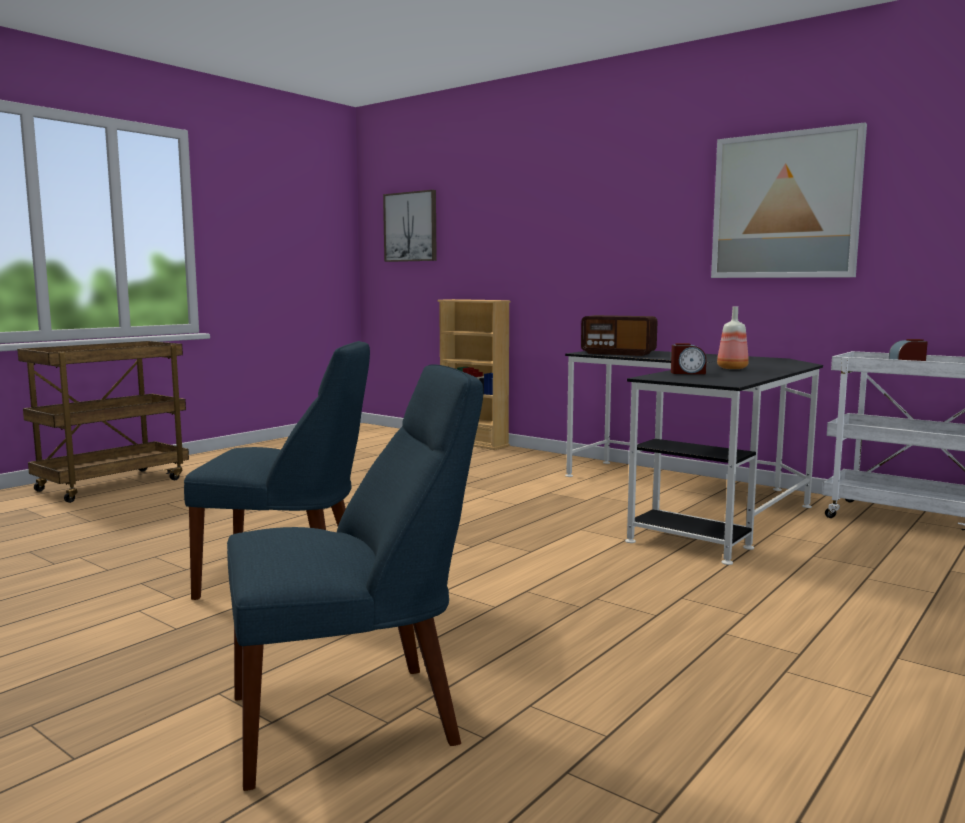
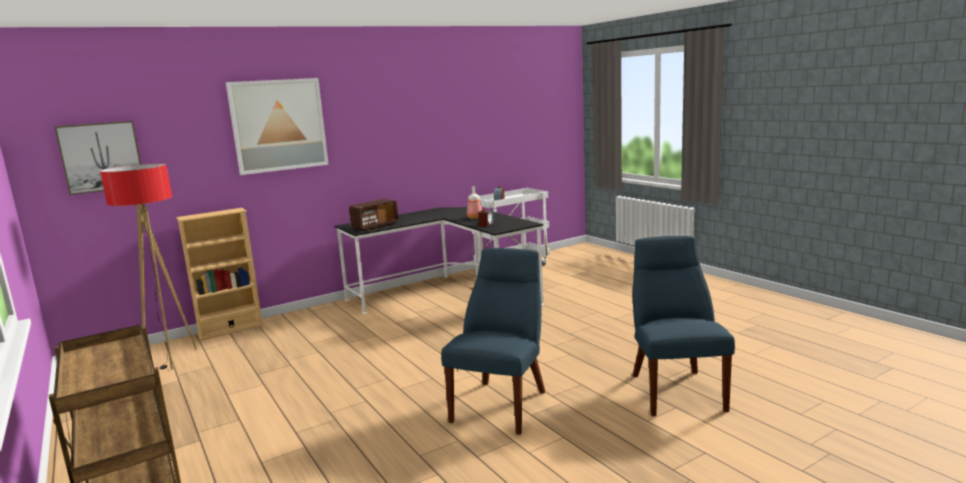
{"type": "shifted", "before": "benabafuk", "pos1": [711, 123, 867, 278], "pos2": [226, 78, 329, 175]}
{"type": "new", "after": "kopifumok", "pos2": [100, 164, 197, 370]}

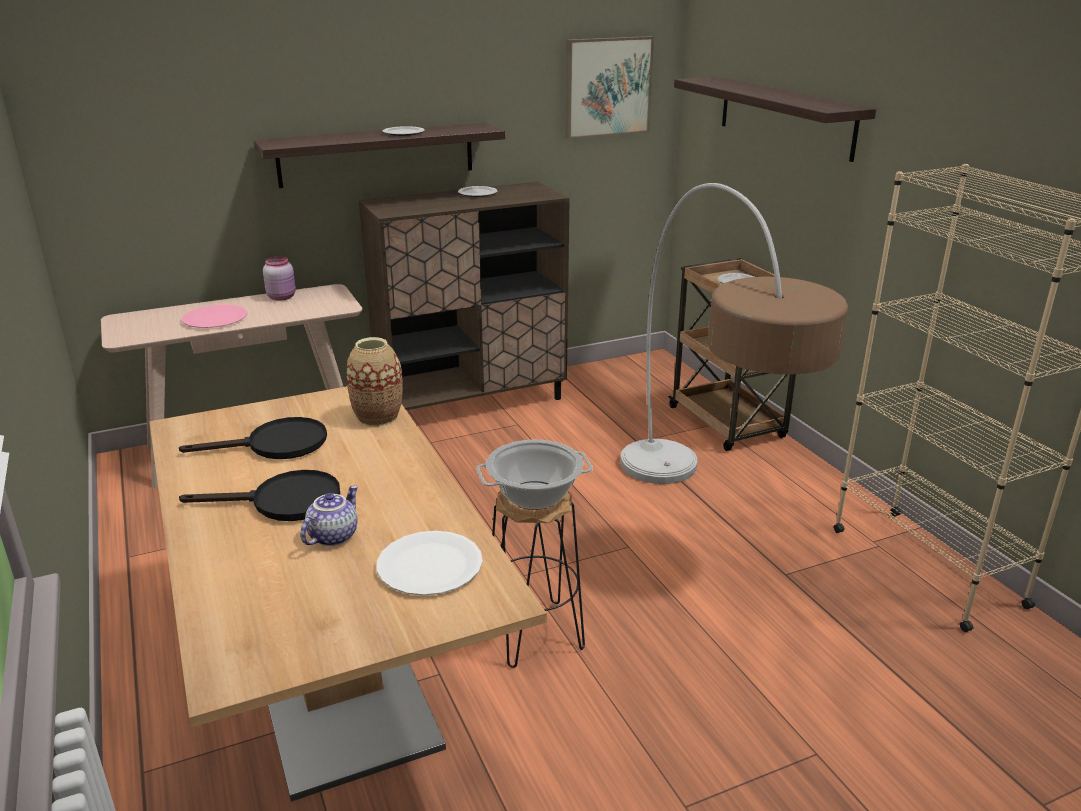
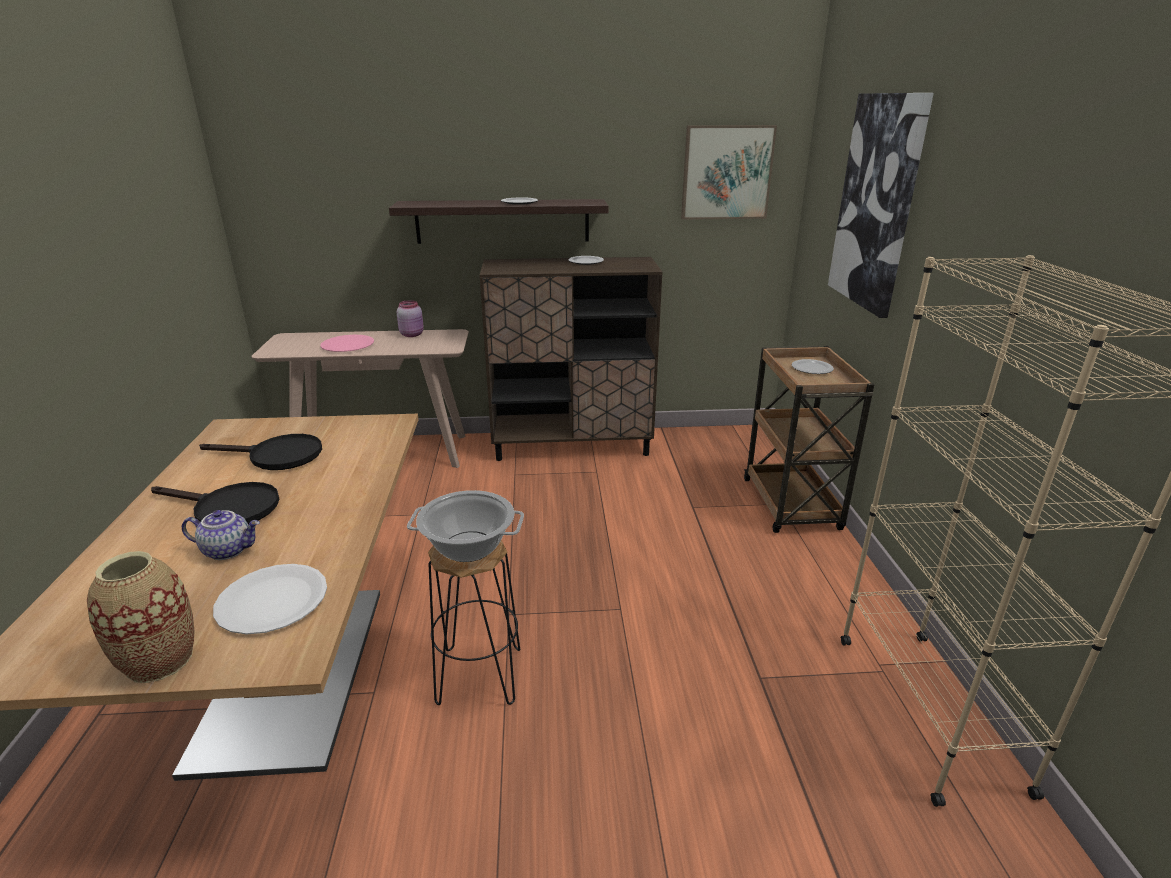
{"type": "swapped", "before": "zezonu", "after": "benabafuk", "pos1": [674, 77, 876, 162], "pos2": [828, 93, 934, 318]}
{"type": "gone", "before": "kopifumok", "pos1": [620, 183, 848, 484]}
{"type": "shifted", "before": "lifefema", "pos1": [346, 337, 403, 426], "pos2": [87, 551, 195, 683]}
{"type": "rotated", "before": "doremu", "pos1": [300, 485, 358, 546], "pos2": [182, 510, 260, 560], "turn": 45}

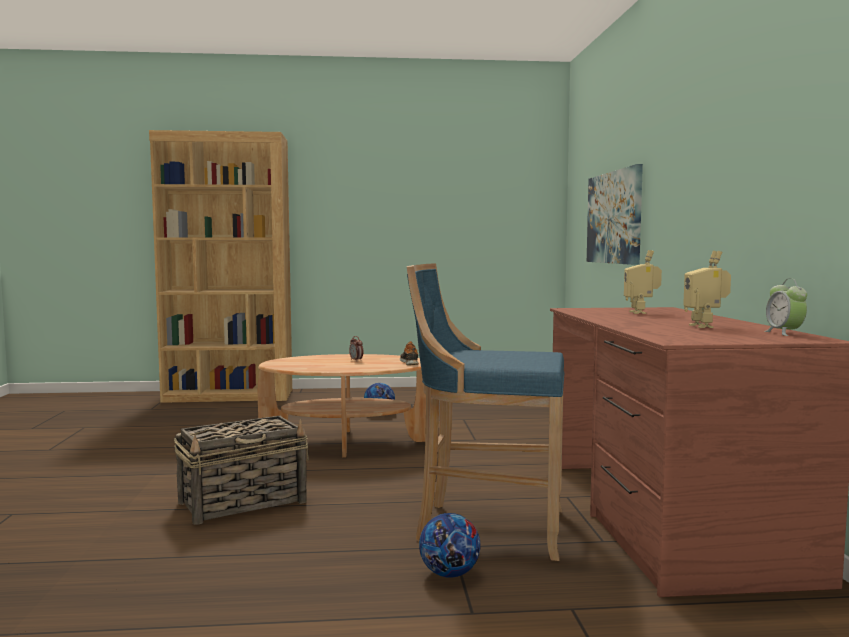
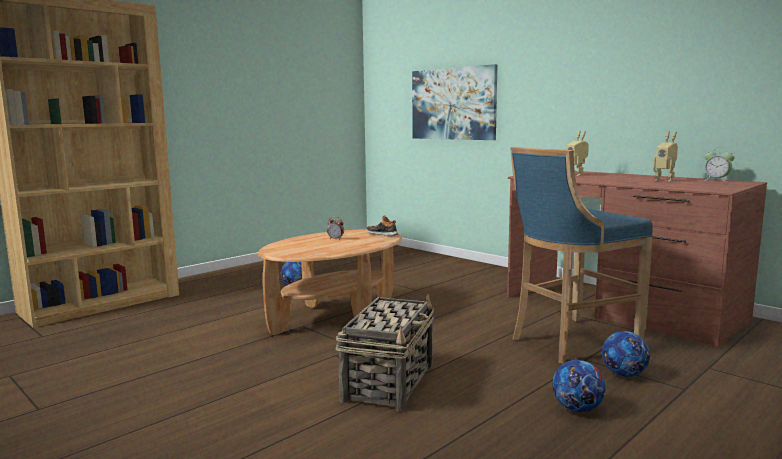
{"type": "new", "after": "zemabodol", "pos2": [553, 360, 606, 412]}

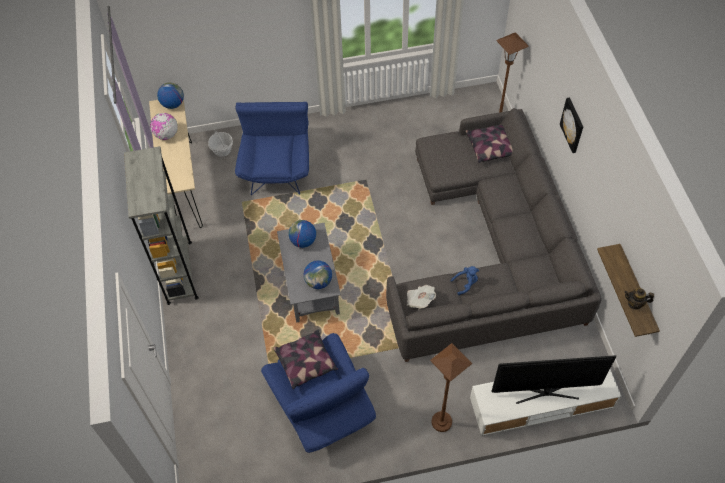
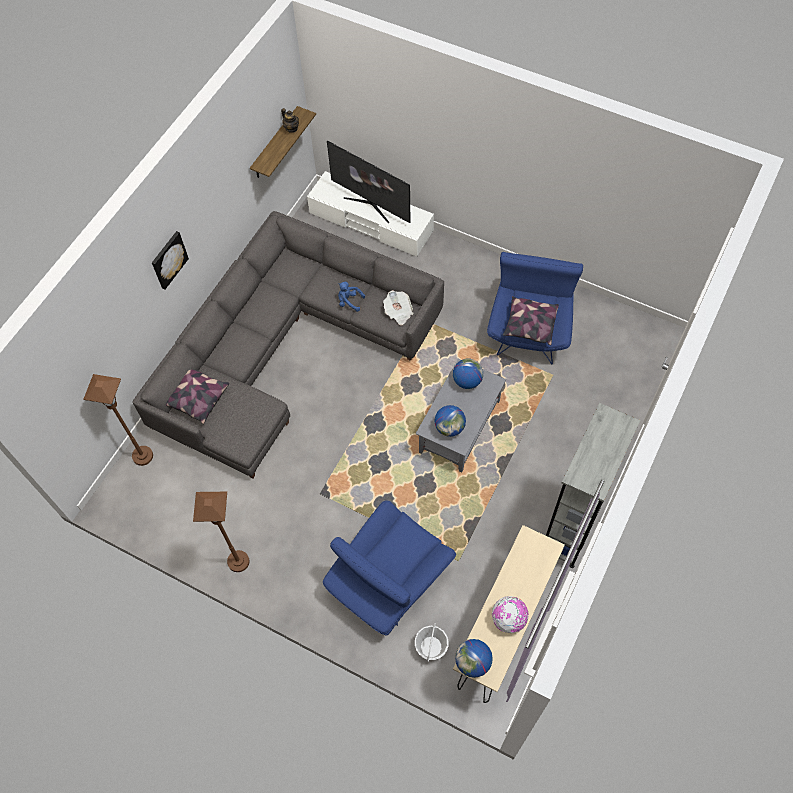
{"type": "shifted", "before": "brown_kopifumok", "pos1": [430, 343, 472, 432], "pos2": [193, 492, 249, 572]}

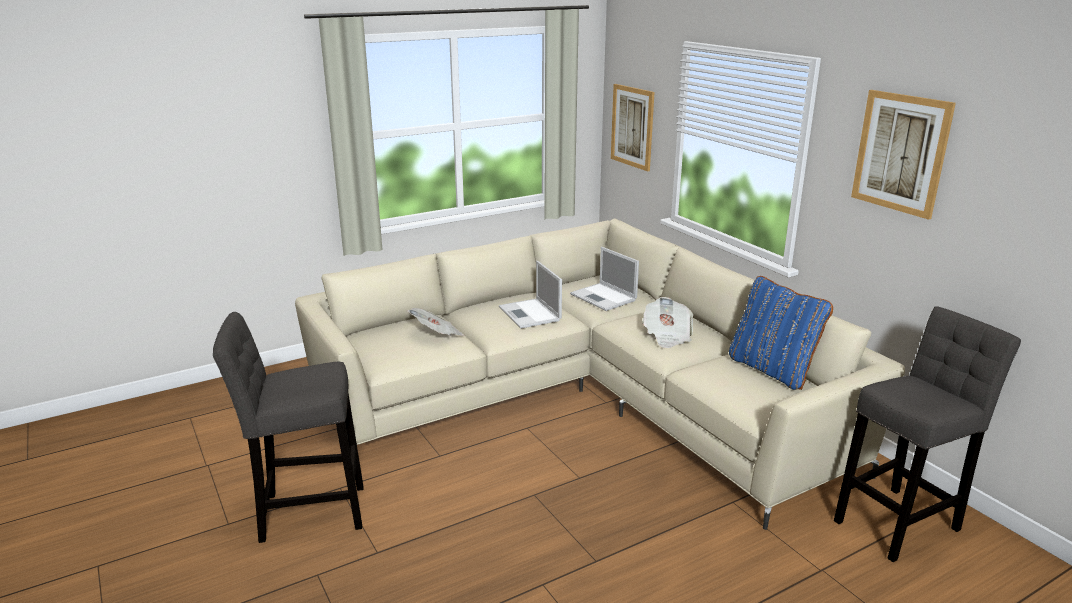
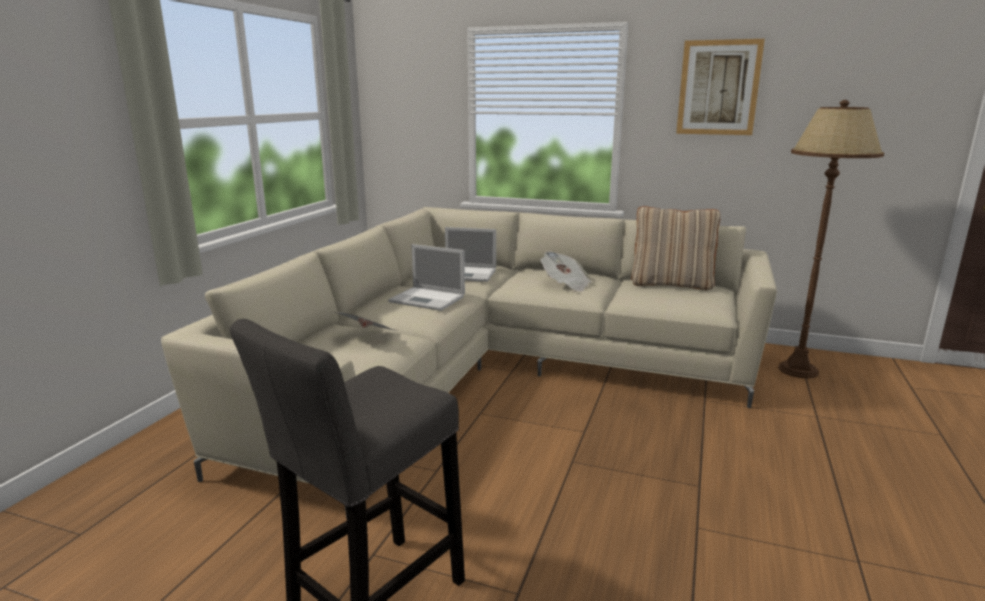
{"type": "gone", "before": "benabafuk", "pos1": [611, 84, 655, 171]}
{"type": "repainted", "before": "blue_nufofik", "after": "beige_nufofik", "pos1": [729, 276, 833, 390], "pos2": [631, 206, 721, 290]}
{"type": "swapped", "before": "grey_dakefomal", "after": "brown_kopifumok", "pos1": [834, 306, 1021, 562], "pos2": [778, 100, 884, 378]}

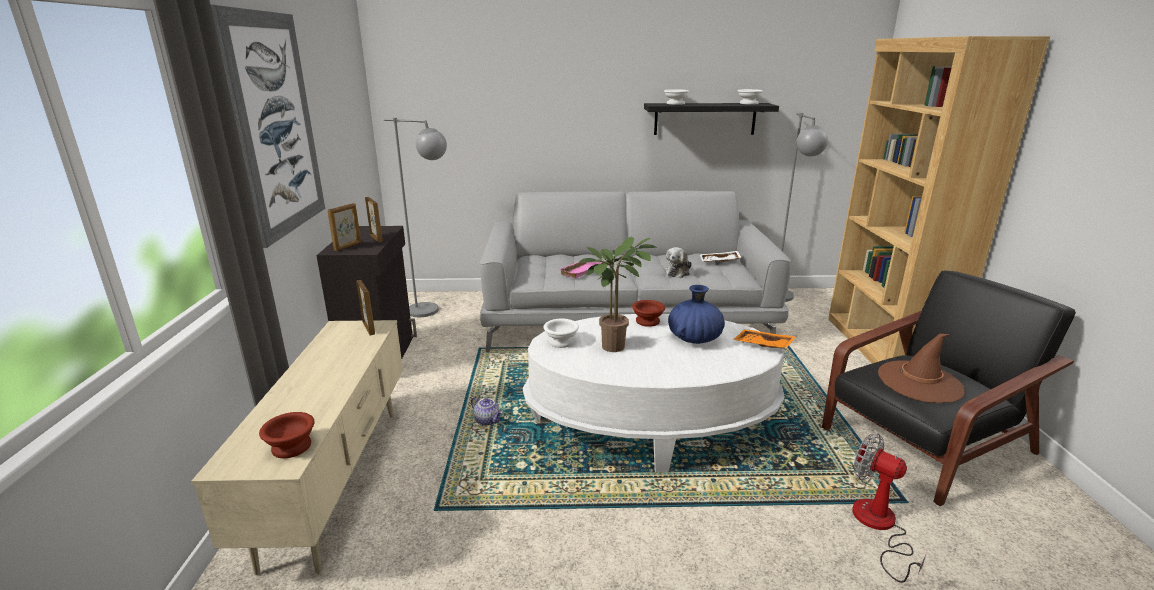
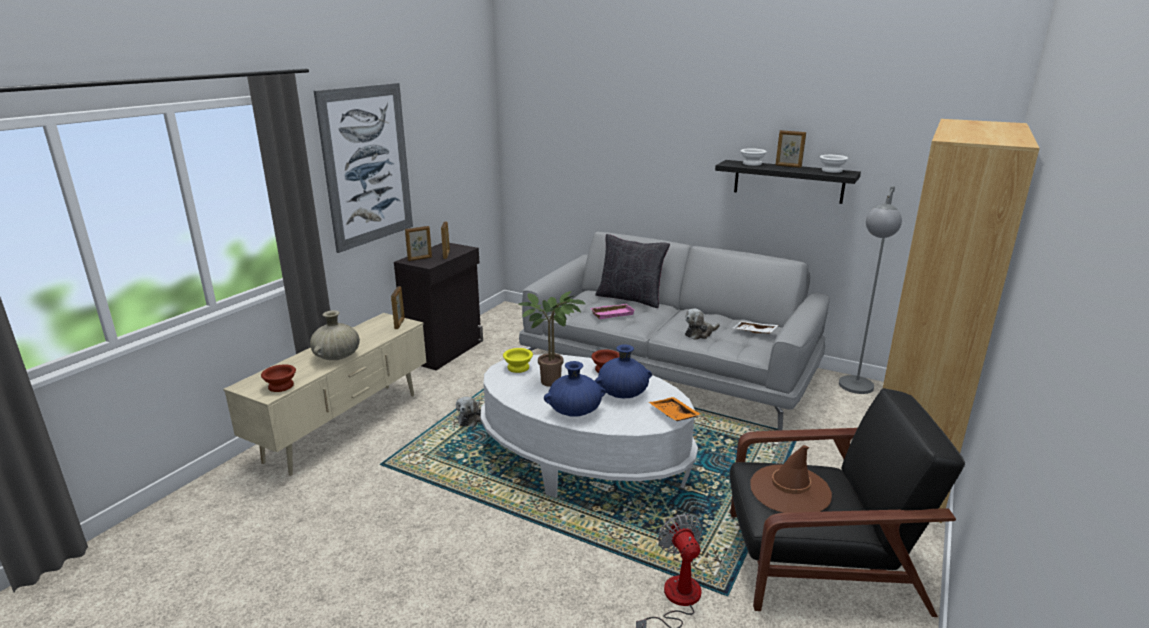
{"type": "gone", "before": "grey_kopifumok", "pos1": [384, 118, 447, 317]}
{"type": "repainted", "before": "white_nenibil", "after": "yellow_nenibil", "pos1": [543, 319, 579, 348], "pos2": [503, 348, 533, 373]}
{"type": "swapped", "before": "doremu", "after": "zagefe", "pos1": [471, 397, 502, 425], "pos2": [456, 396, 481, 427]}
{"type": "new", "after": "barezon", "pos2": [776, 130, 806, 168]}
{"type": "new", "after": "black_nufofik", "pos2": [595, 234, 670, 308]}
{"type": "new", "after": "beige_lifefema", "pos2": [310, 310, 360, 360]}
{"type": "new", "after": "blue_lifefema", "pos2": [544, 361, 606, 417]}

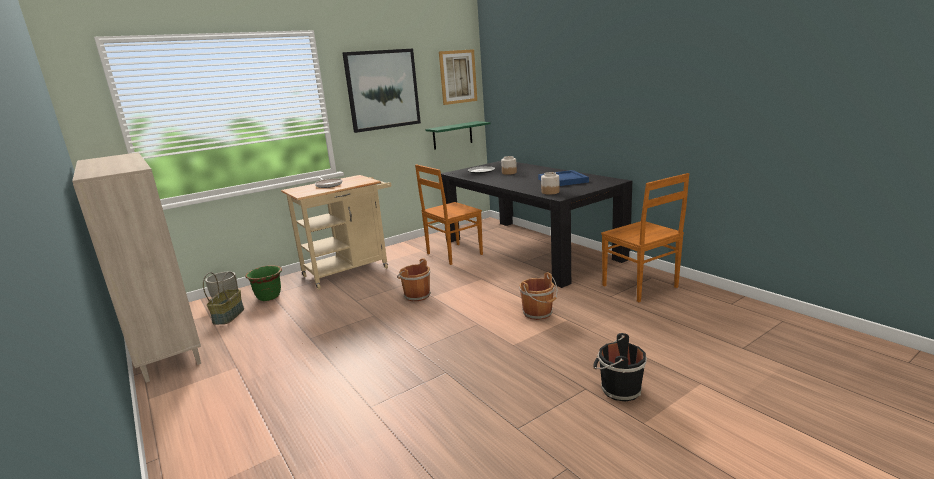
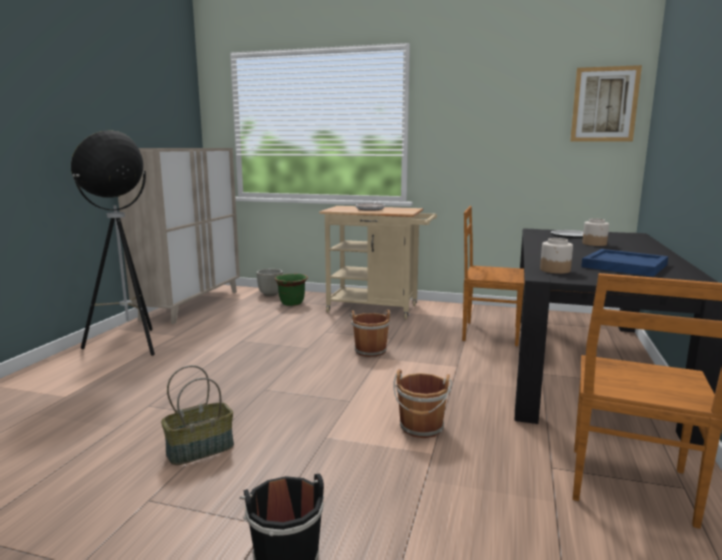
{"type": "gone", "before": "benabafuk", "pos1": [342, 49, 421, 133]}
{"type": "gone", "before": "green_zezonu", "pos1": [425, 121, 491, 150]}
{"type": "shifted", "before": "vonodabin", "pos1": [203, 271, 244, 325], "pos2": [161, 365, 234, 465]}
{"type": "new", "after": "kopifumok", "pos2": [71, 130, 155, 356]}

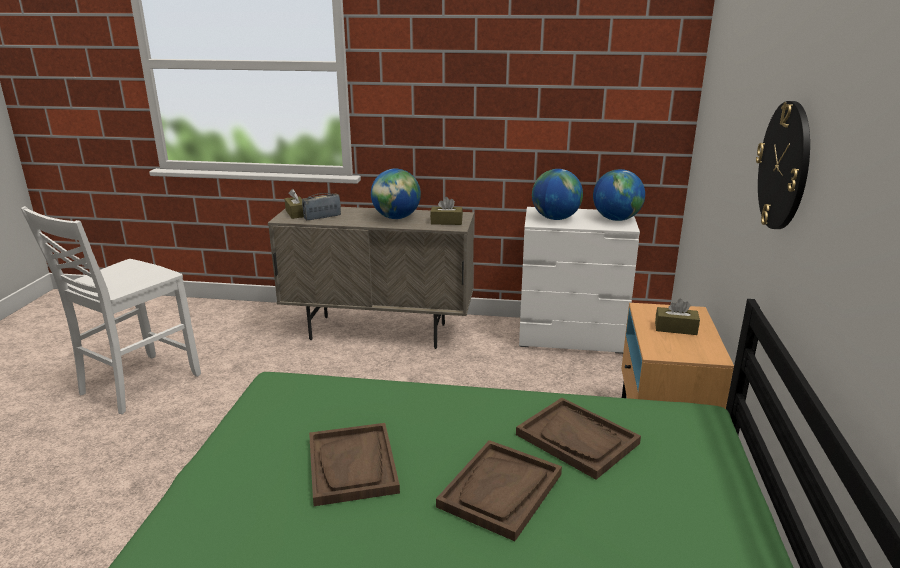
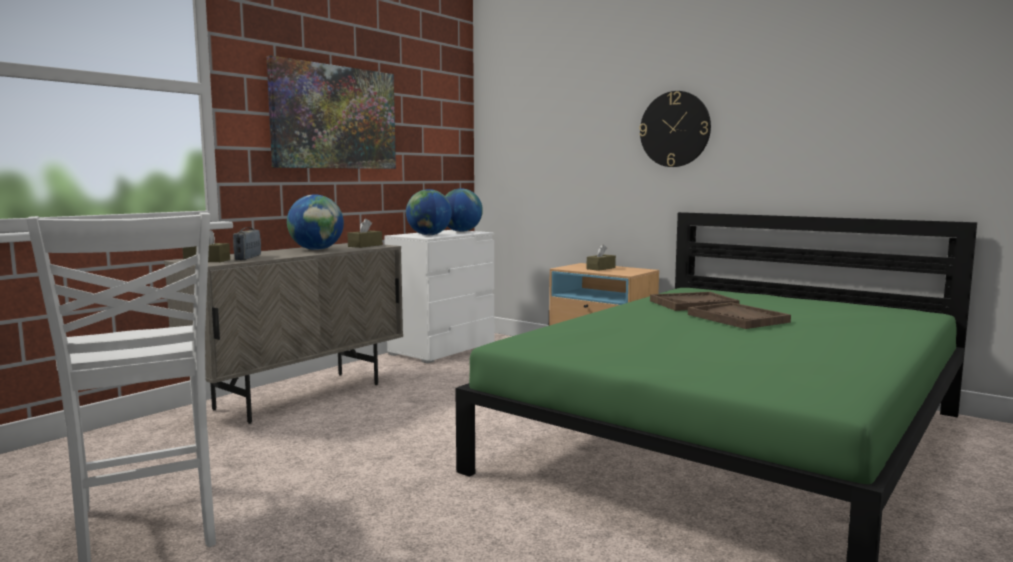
{"type": "gone", "before": "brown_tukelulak", "pos1": [309, 423, 400, 506]}
{"type": "new", "after": "benabafuk", "pos2": [267, 55, 396, 169]}

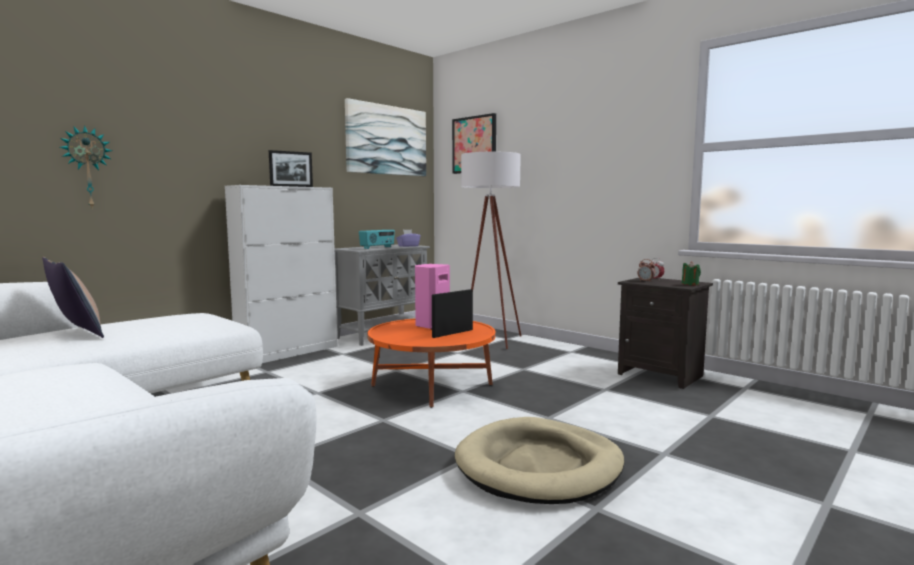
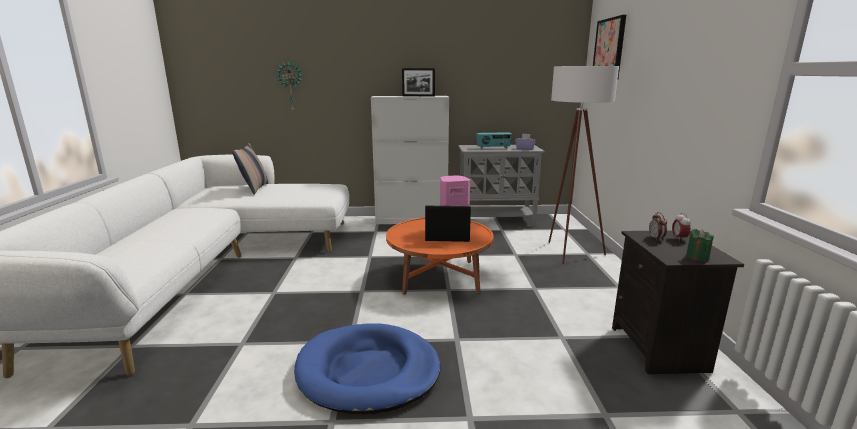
{"type": "gone", "before": "benabafuk", "pos1": [345, 98, 426, 176]}
{"type": "repainted", "before": "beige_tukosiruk", "after": "blue_tukosiruk", "pos1": [455, 417, 625, 504], "pos2": [294, 324, 440, 414]}

